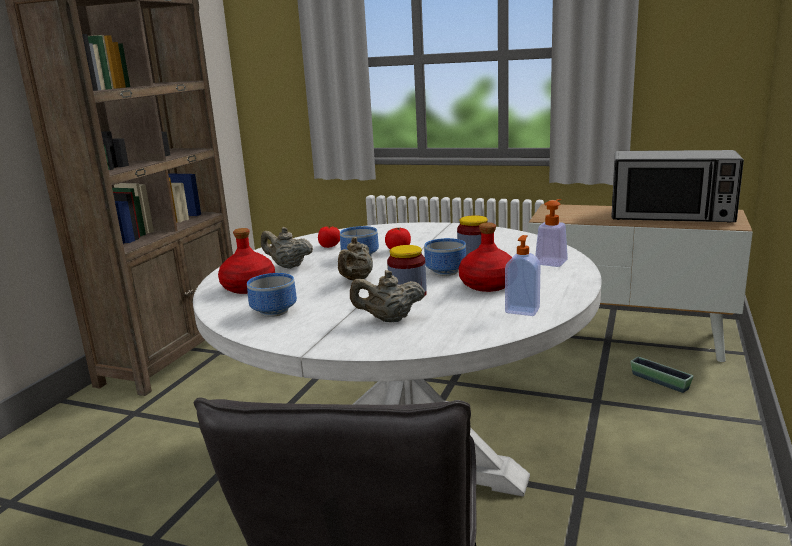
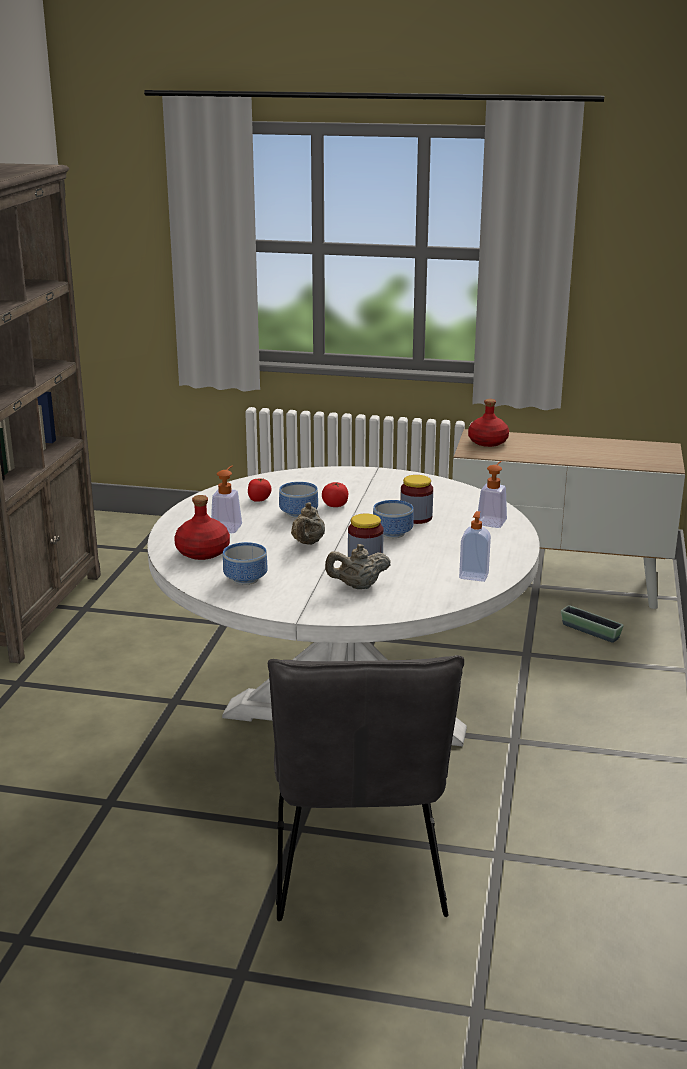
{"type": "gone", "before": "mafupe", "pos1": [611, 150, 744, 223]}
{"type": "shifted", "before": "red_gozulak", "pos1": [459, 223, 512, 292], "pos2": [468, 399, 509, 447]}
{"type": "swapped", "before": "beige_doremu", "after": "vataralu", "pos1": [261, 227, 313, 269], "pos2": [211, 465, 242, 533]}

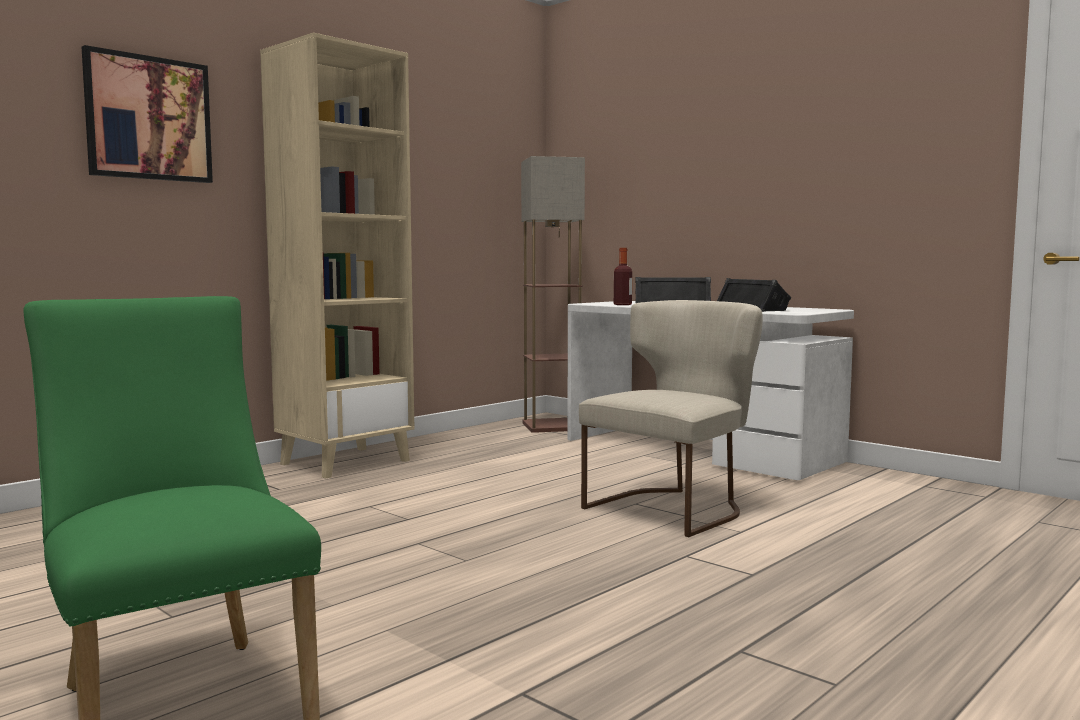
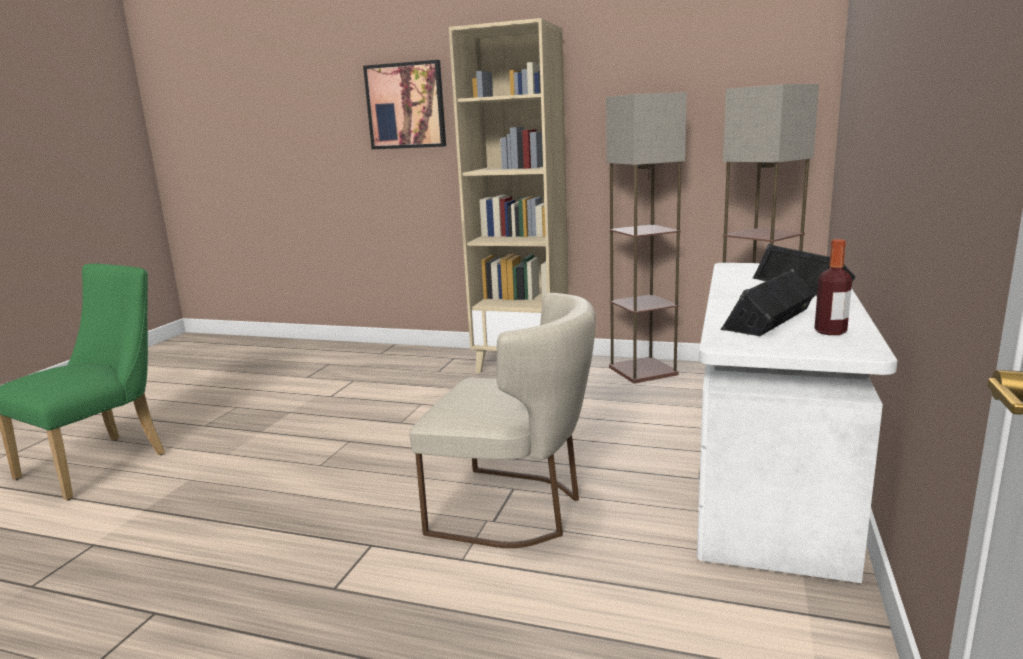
{"type": "shifted", "before": "gozulak", "pos1": [614, 248, 632, 305], "pos2": [815, 239, 852, 335]}
{"type": "new", "after": "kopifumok", "pos2": [606, 92, 687, 383]}

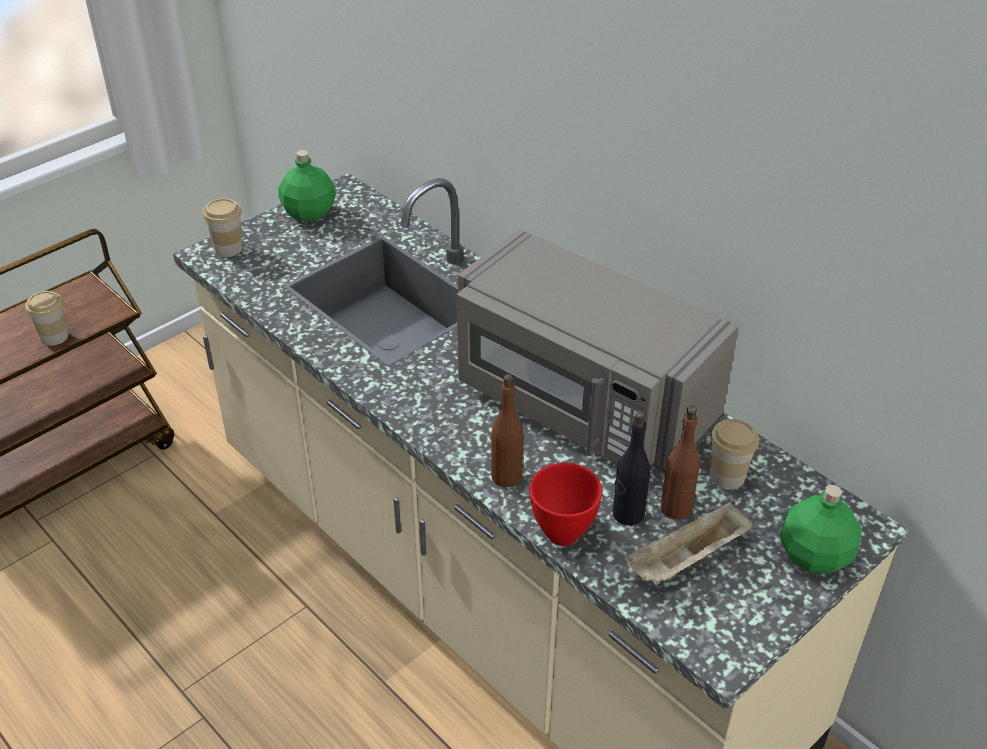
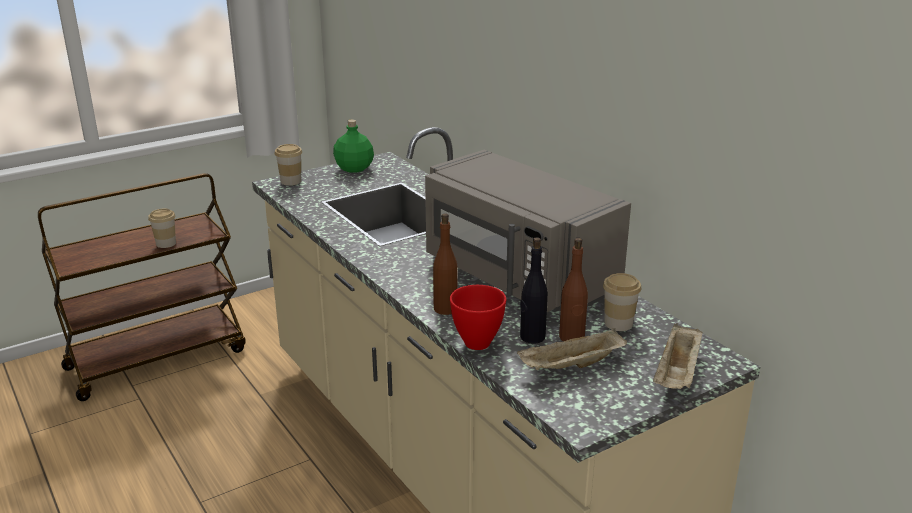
{"type": "swapped", "before": "green_gozulak", "after": "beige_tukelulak", "pos1": [780, 485, 862, 574], "pos2": [653, 323, 703, 389]}

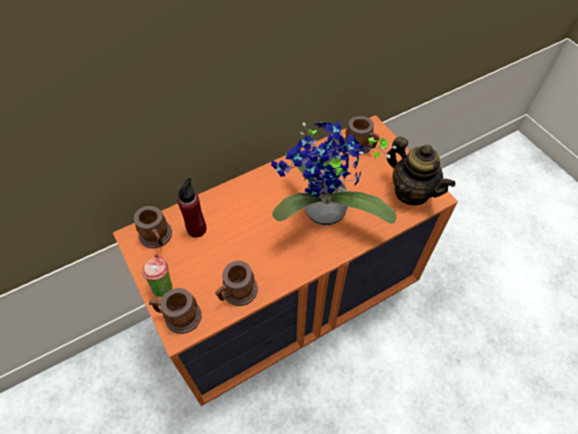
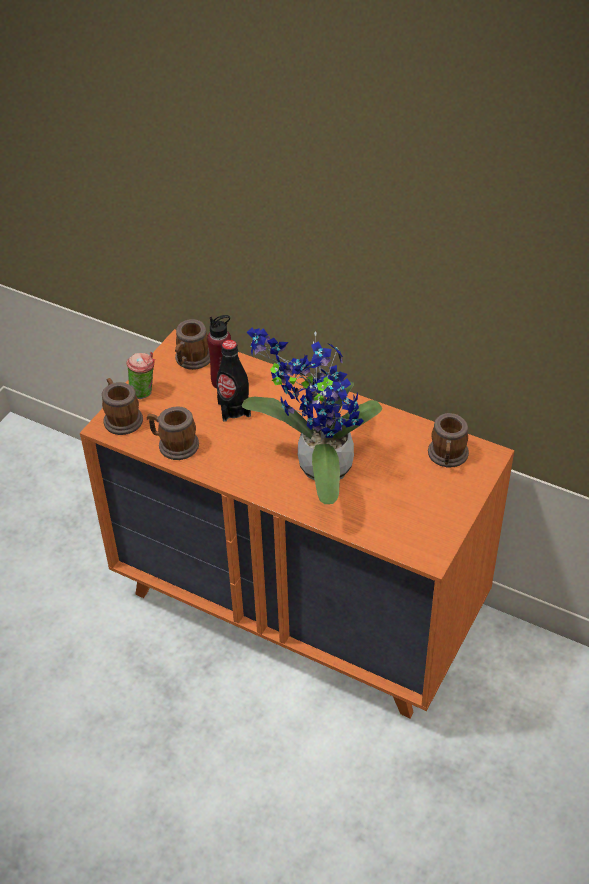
{"type": "gone", "before": "doremu", "pos1": [386, 136, 455, 205]}
{"type": "new", "after": "black_gozulak", "pos2": [217, 340, 251, 422]}

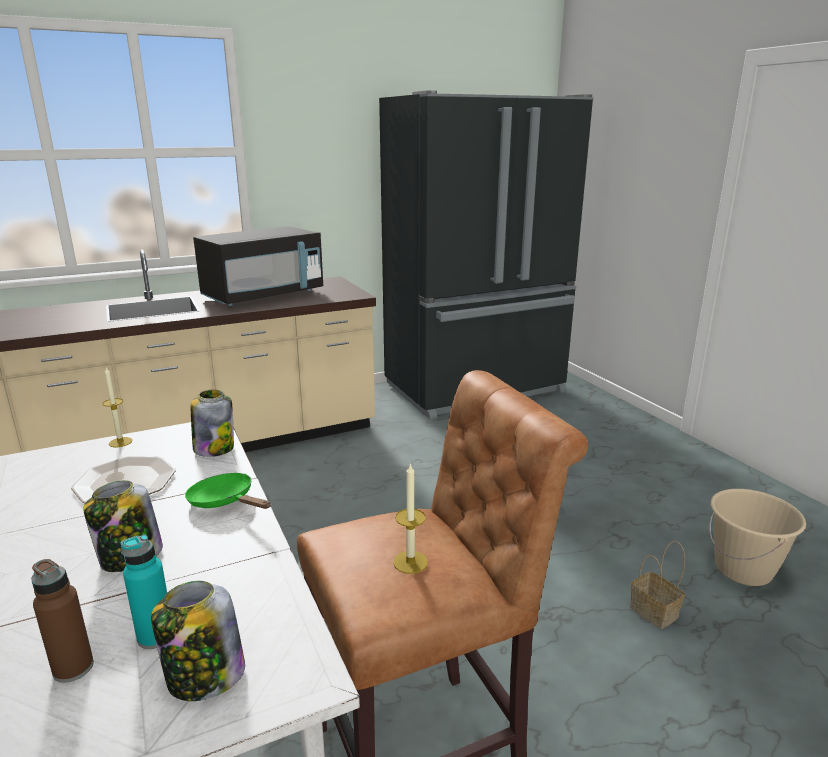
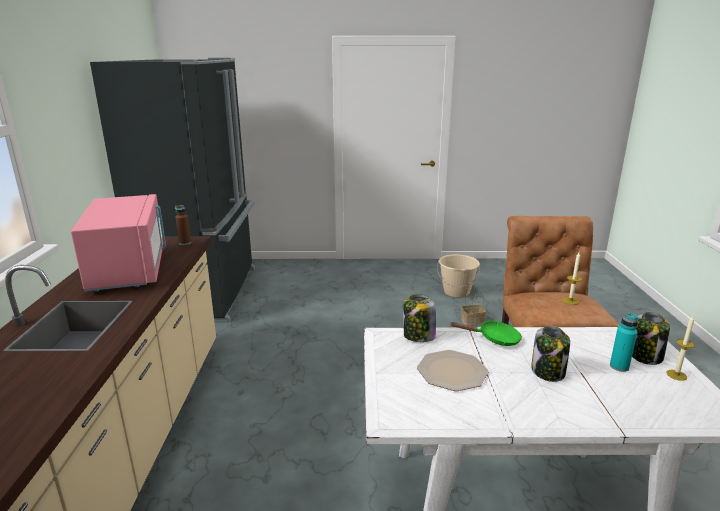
{"type": "repainted", "before": "black_mafupe", "after": "pink_mafupe", "pos1": [193, 226, 323, 306], "pos2": [71, 194, 166, 292]}
{"type": "shifted", "before": "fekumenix", "pos1": [103, 367, 132, 448], "pos2": [666, 316, 695, 381]}
{"type": "rotated", "before": "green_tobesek", "pos1": [185, 473, 271, 509], "pos2": [451, 321, 522, 346], "turn": -150}
{"type": "shifted", "before": "brown_gozulak", "pos1": [31, 559, 94, 683], "pos2": [175, 205, 191, 245]}

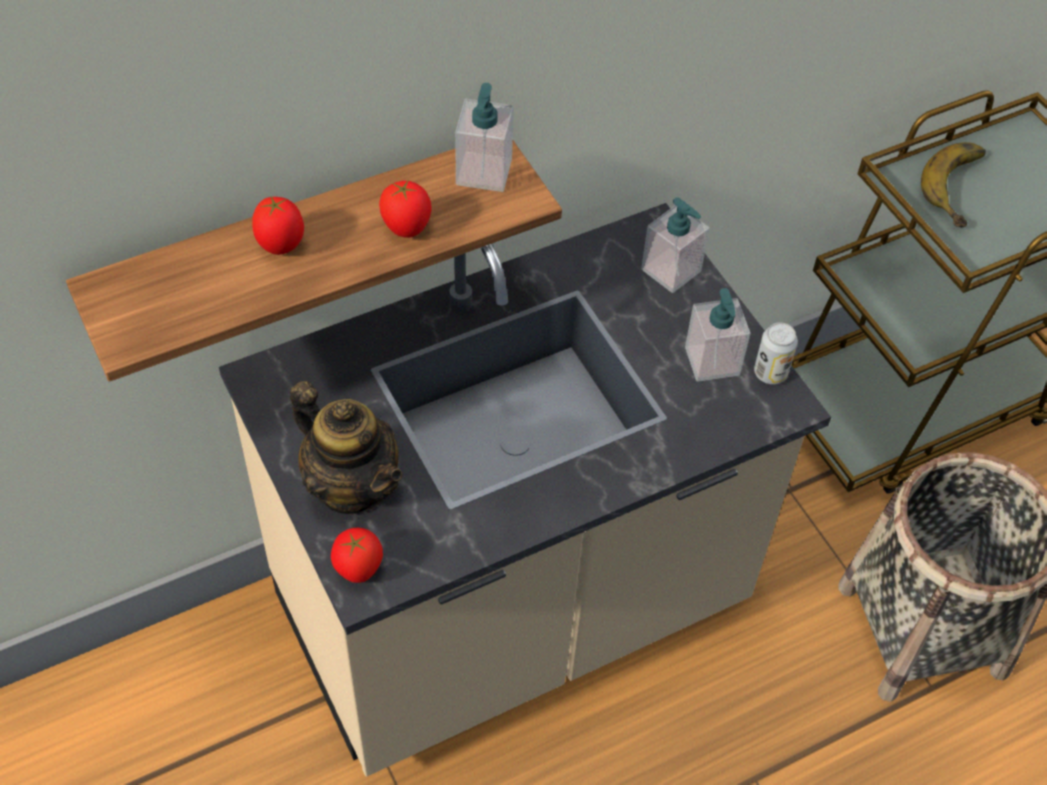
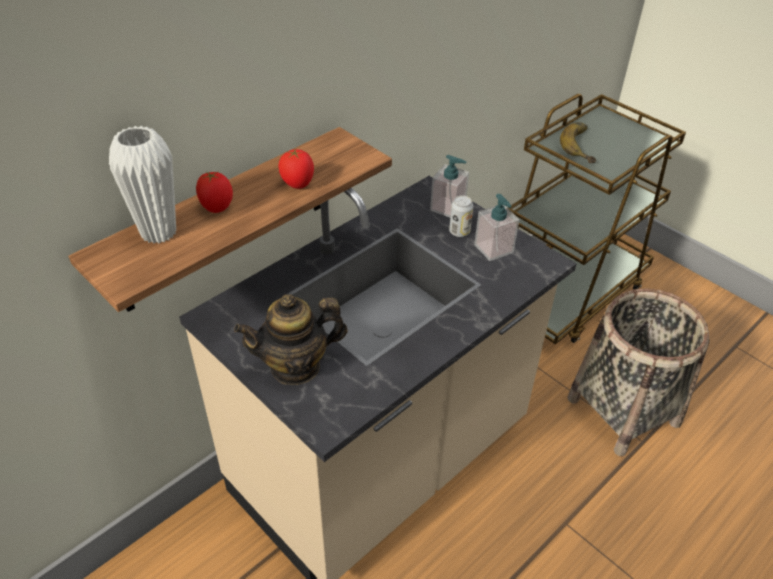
{"type": "gone", "before": "vataralu", "pos1": [455, 83, 514, 192]}
{"type": "shifted", "before": "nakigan", "pos1": [754, 322, 798, 384], "pos2": [449, 195, 473, 237]}
{"type": "rotated", "before": "doremu", "pos1": [290, 381, 402, 514], "pos2": [234, 294, 348, 385], "turn": 135}
{"type": "gone", "before": "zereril", "pos1": [331, 528, 383, 583]}
{"type": "new", "after": "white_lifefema", "pos2": [109, 126, 176, 244]}

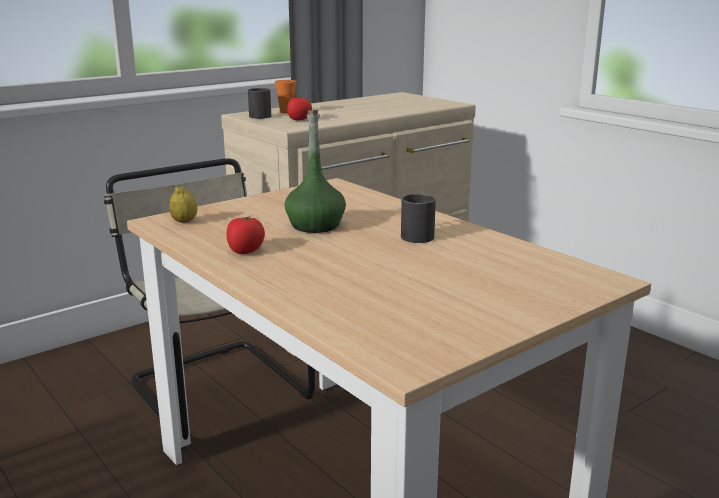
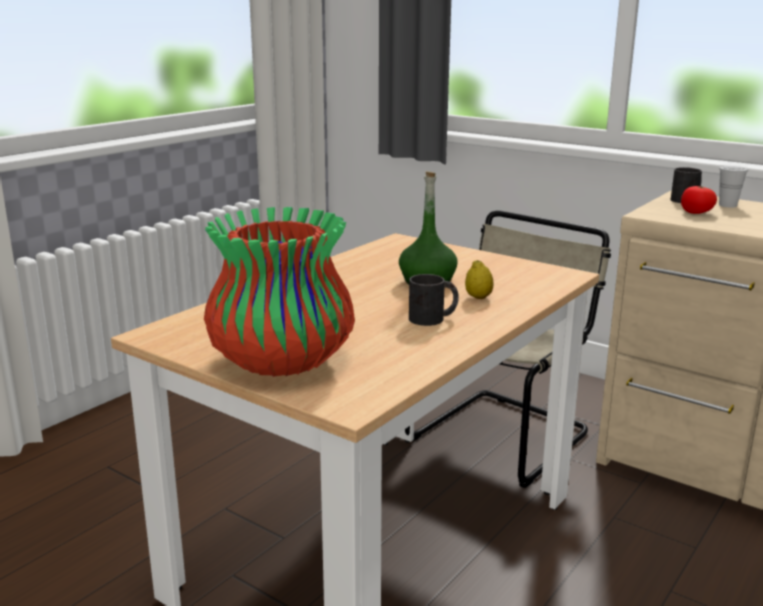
{"type": "repainted", "before": "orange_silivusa", "after": "white_silivusa", "pos1": [275, 80, 297, 113], "pos2": [719, 166, 748, 208]}
{"type": "shifted", "before": "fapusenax", "pos1": [169, 186, 197, 223], "pos2": [465, 260, 494, 299]}
{"type": "gone", "before": "zereril", "pos1": [226, 216, 265, 254]}
{"type": "new", "after": "lifefema", "pos2": [204, 207, 355, 377]}

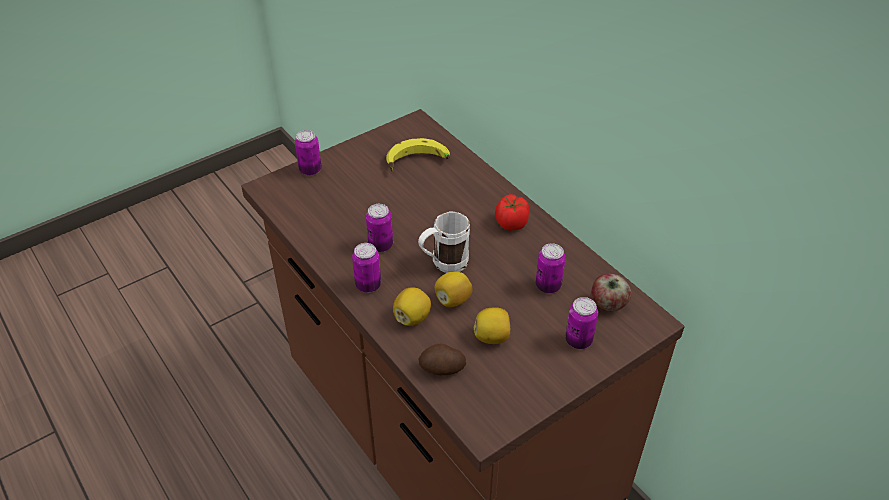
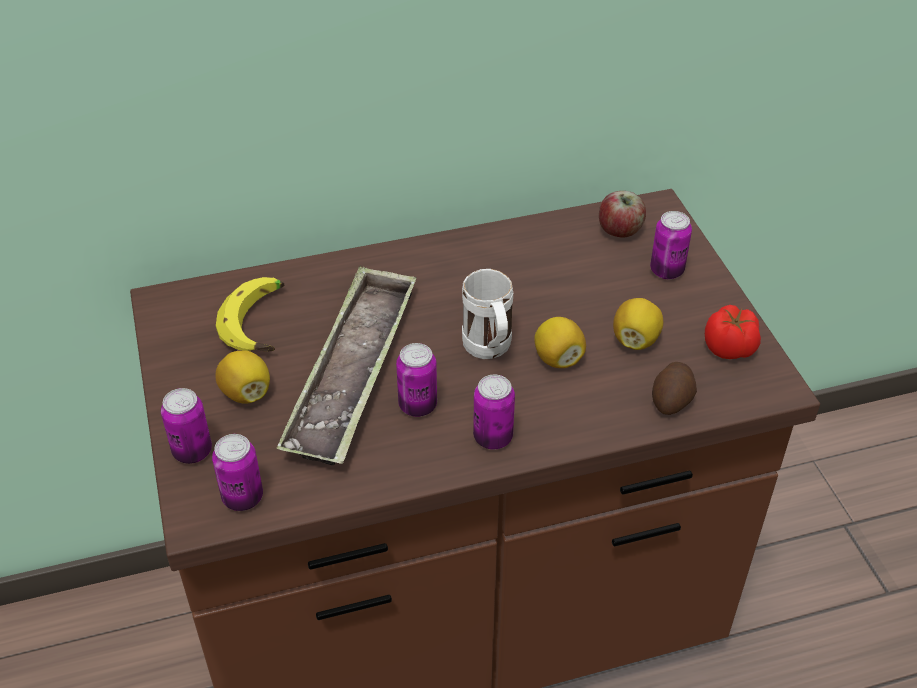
{"type": "shifted", "before": "zereril", "pos1": [495, 194, 530, 231], "pos2": [705, 305, 761, 359]}
{"type": "shifted", "before": "nakigan", "pos1": [536, 243, 566, 293], "pos2": [212, 434, 263, 511]}
{"type": "shifted", "before": "fapusenax", "pos1": [393, 287, 431, 326], "pos2": [216, 351, 270, 404]}
{"type": "new", "after": "tukelulak", "pos2": [277, 266, 416, 465]}

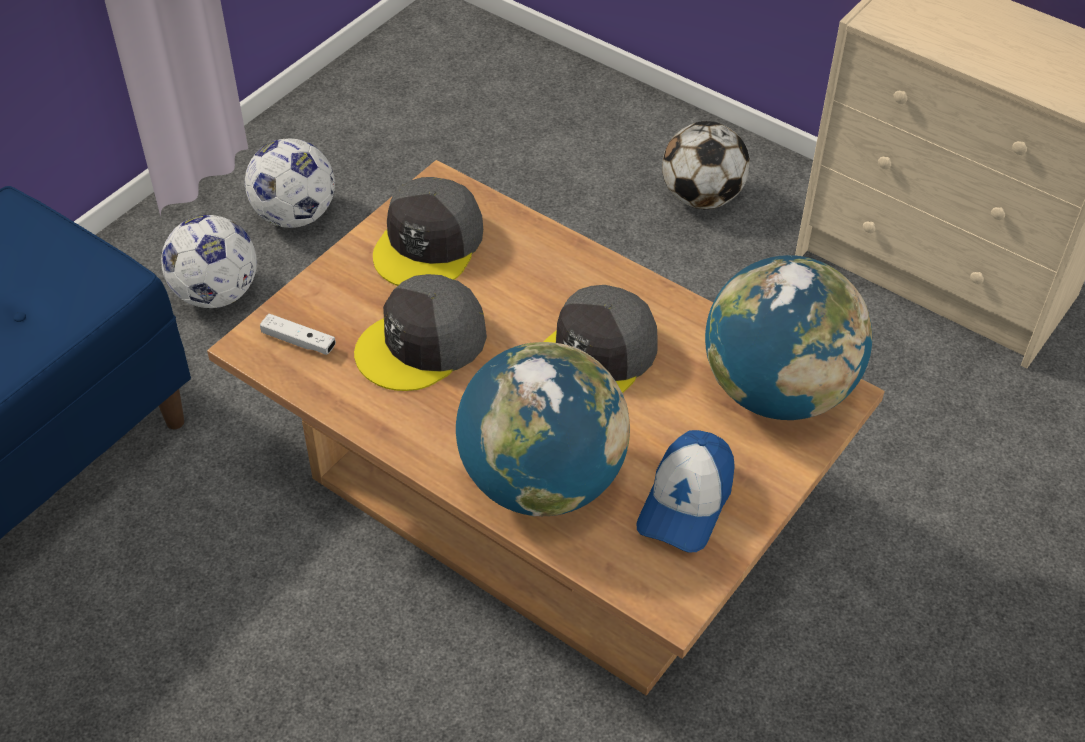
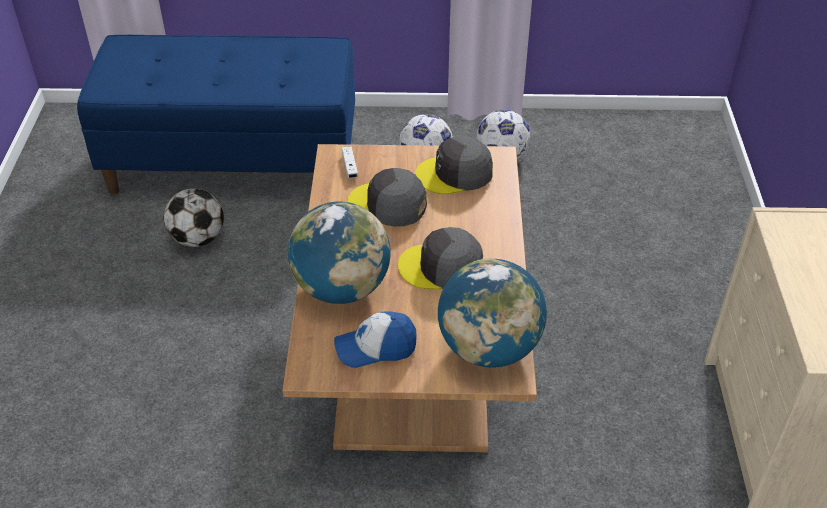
{"type": "shifted", "before": "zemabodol", "pos1": [662, 121, 750, 209], "pos2": [164, 188, 224, 247]}

